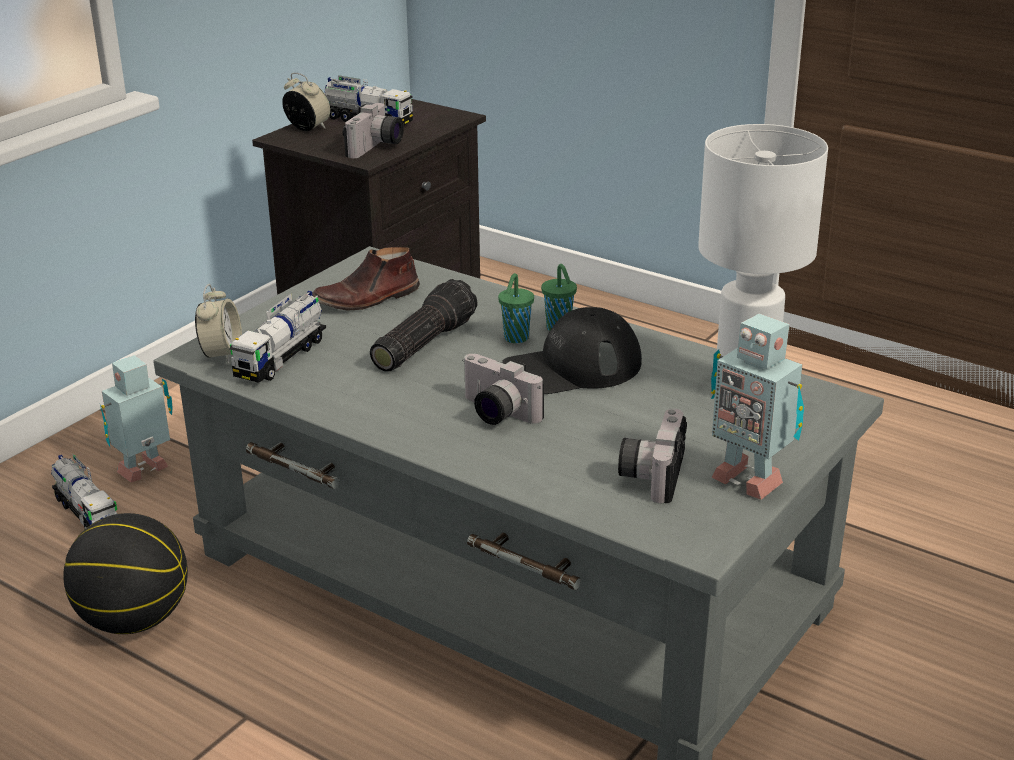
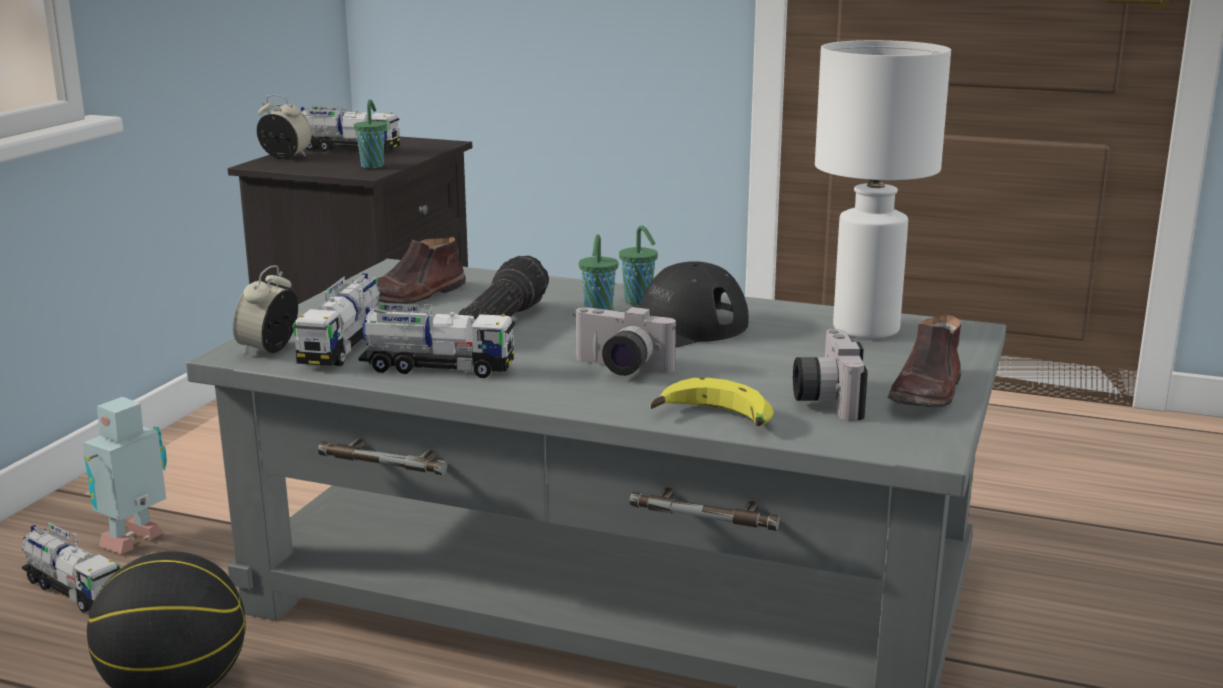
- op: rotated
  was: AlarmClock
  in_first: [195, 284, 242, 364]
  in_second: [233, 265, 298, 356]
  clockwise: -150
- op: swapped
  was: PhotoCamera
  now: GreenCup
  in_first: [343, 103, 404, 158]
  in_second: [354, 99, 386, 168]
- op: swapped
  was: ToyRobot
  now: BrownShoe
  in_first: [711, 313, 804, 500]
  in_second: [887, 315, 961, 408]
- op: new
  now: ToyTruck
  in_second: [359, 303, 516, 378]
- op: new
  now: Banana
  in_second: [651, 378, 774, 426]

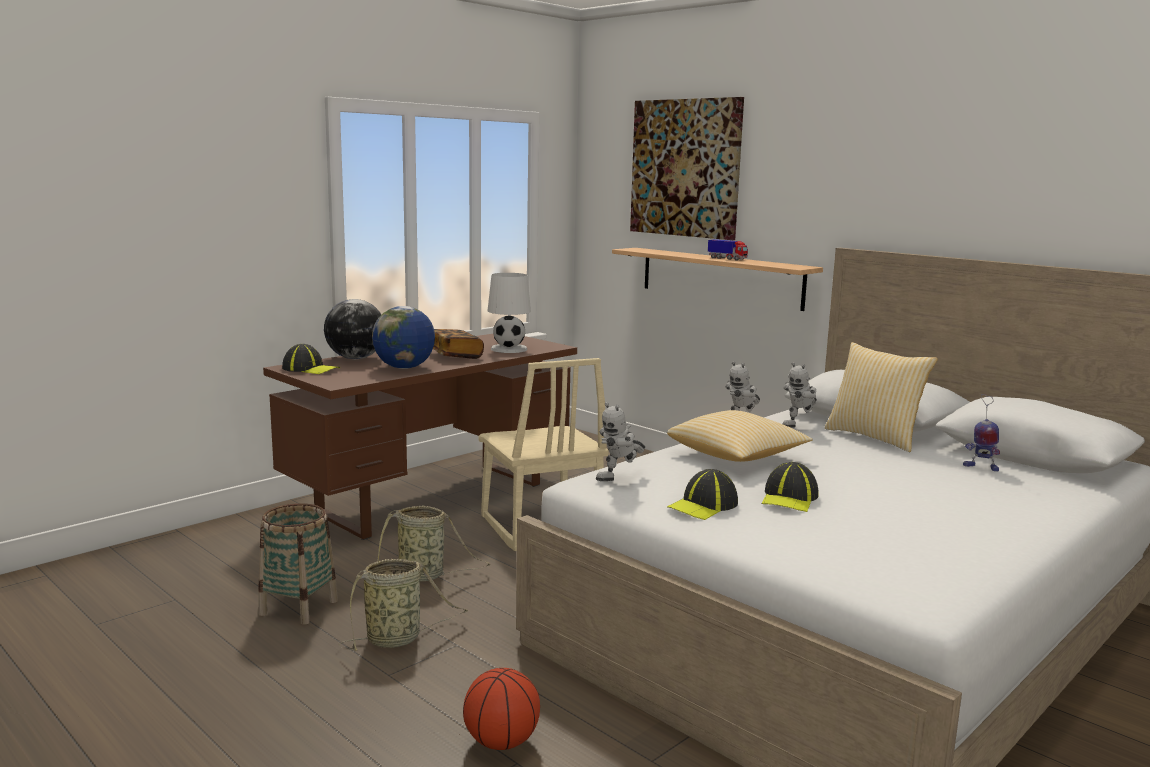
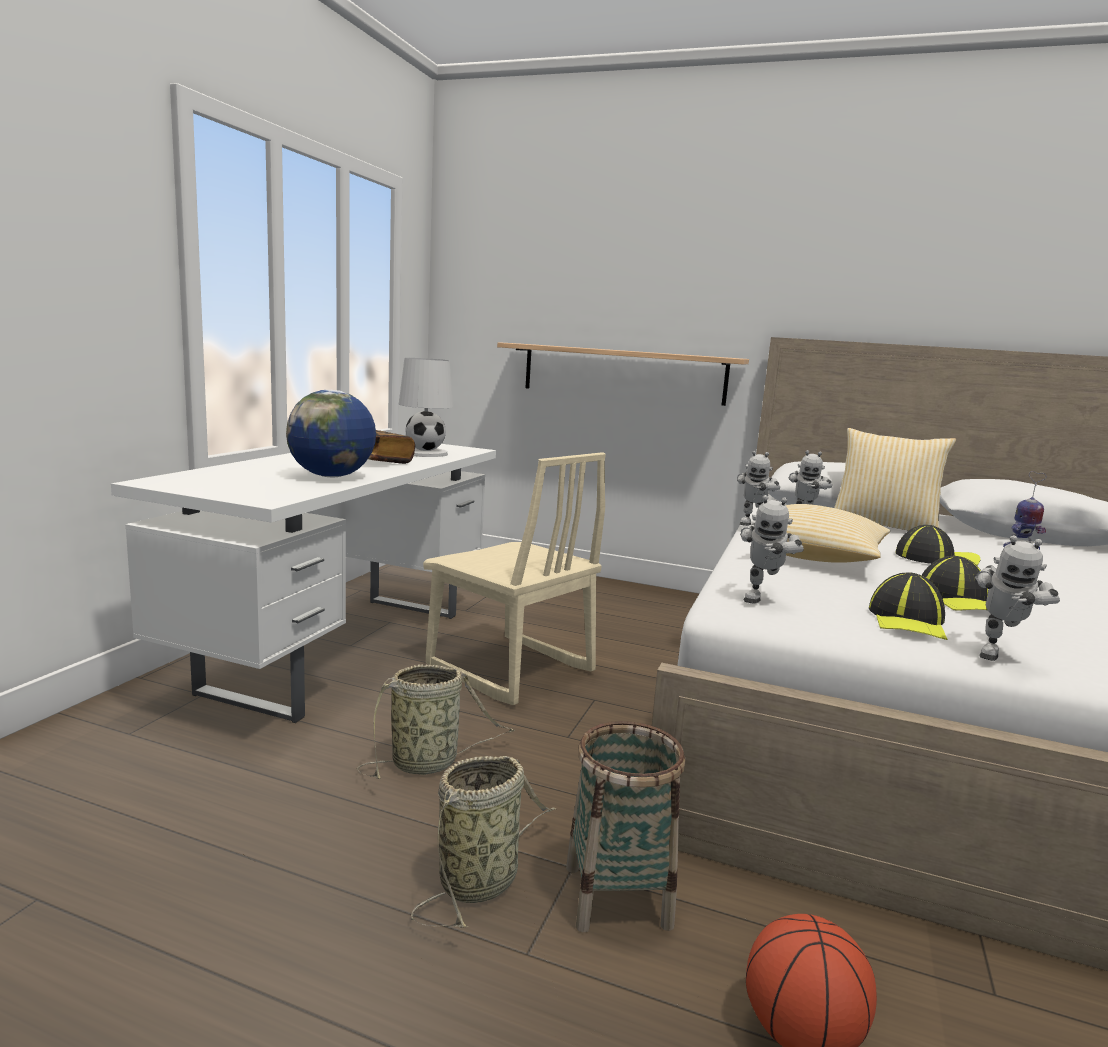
- op: shifted
  was: Basket
  in_first: [258, 503, 338, 625]
  in_second: [566, 721, 686, 933]
- op: repainted
  was: BrownDesk
  now: WhiteDesk
  in_first: [263, 334, 577, 540]
  in_second: [111, 444, 496, 723]
- op: shifted
  was: Cap
  in_first: [282, 344, 340, 374]
  in_second: [895, 525, 980, 565]
- op: gone
  was: Globe
  in_first: [324, 299, 381, 359]
- op: gone
  was: Picture
  in_first: [630, 97, 744, 240]
- op: gone
  was: ToyTruck
  in_first: [708, 239, 748, 261]
- op: new
  now: ToyRobot
  in_second: [975, 535, 1060, 661]

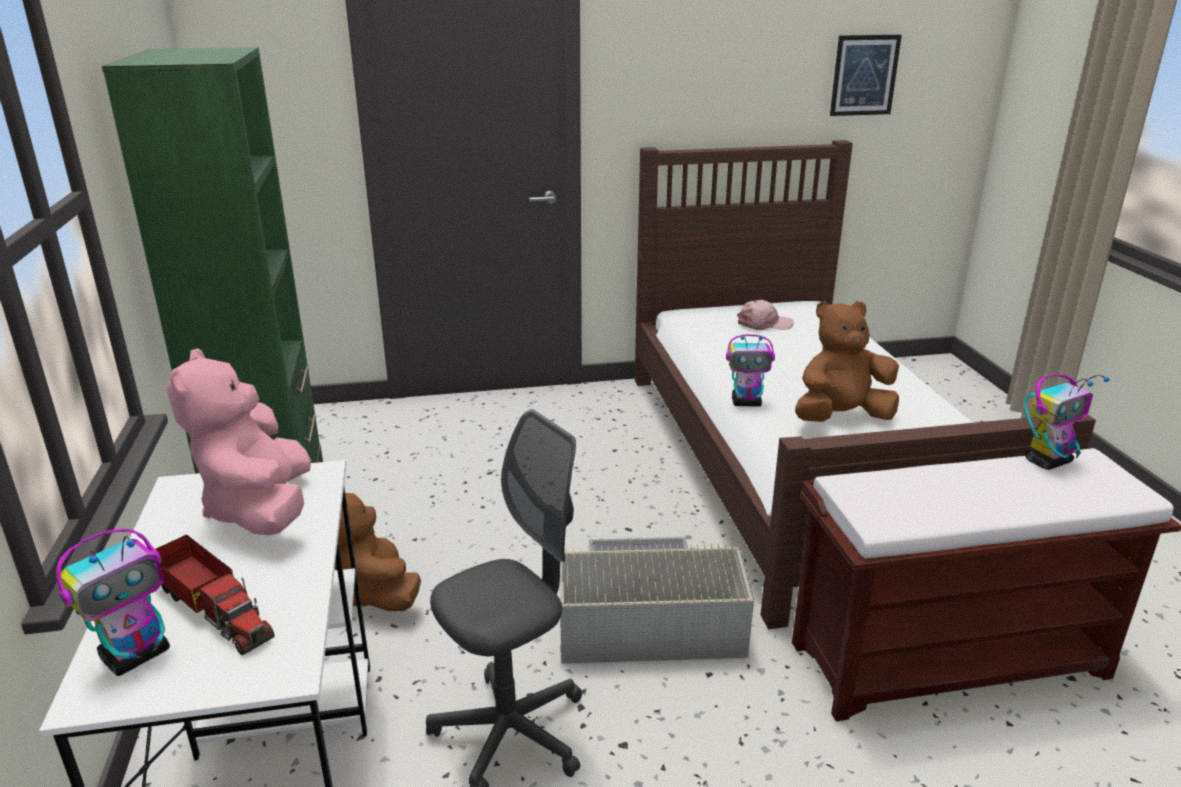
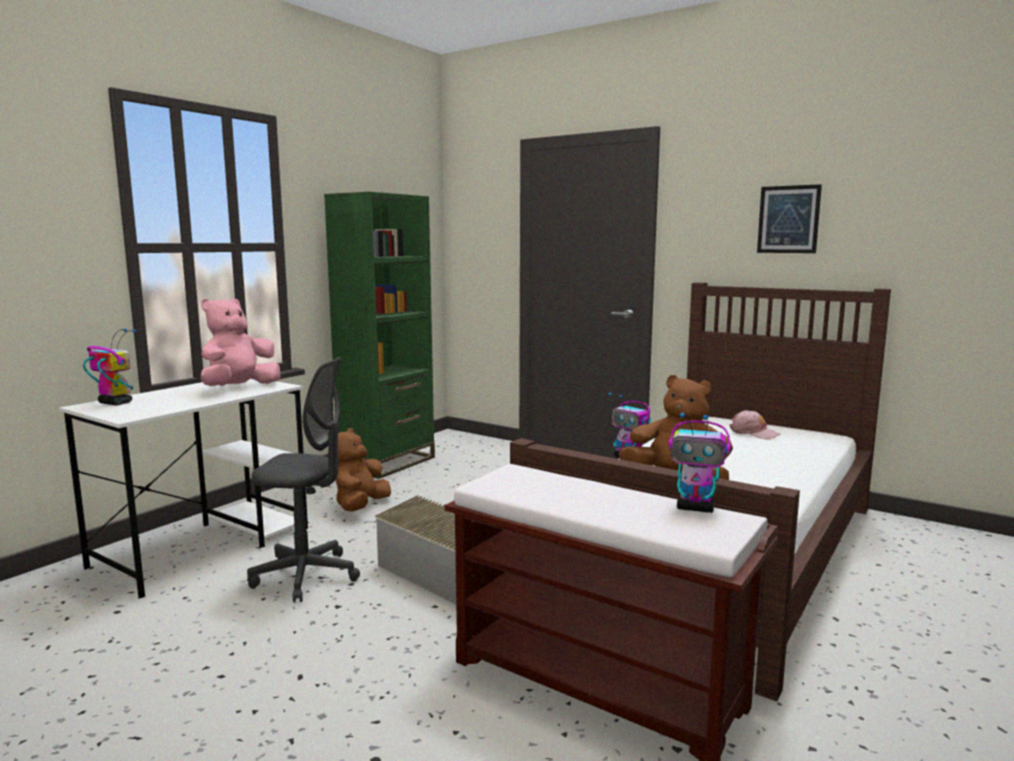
- op: rotated
  was: ToyRobot
  in_first: [56, 529, 170, 676]
  in_second: [83, 328, 136, 405]
  clockwise: -150
- op: gone
  was: ToyTruck
  in_first: [156, 534, 275, 655]
- op: shifted
  was: Picture
  in_first: [830, 35, 902, 116]
  in_second: [757, 184, 822, 253]

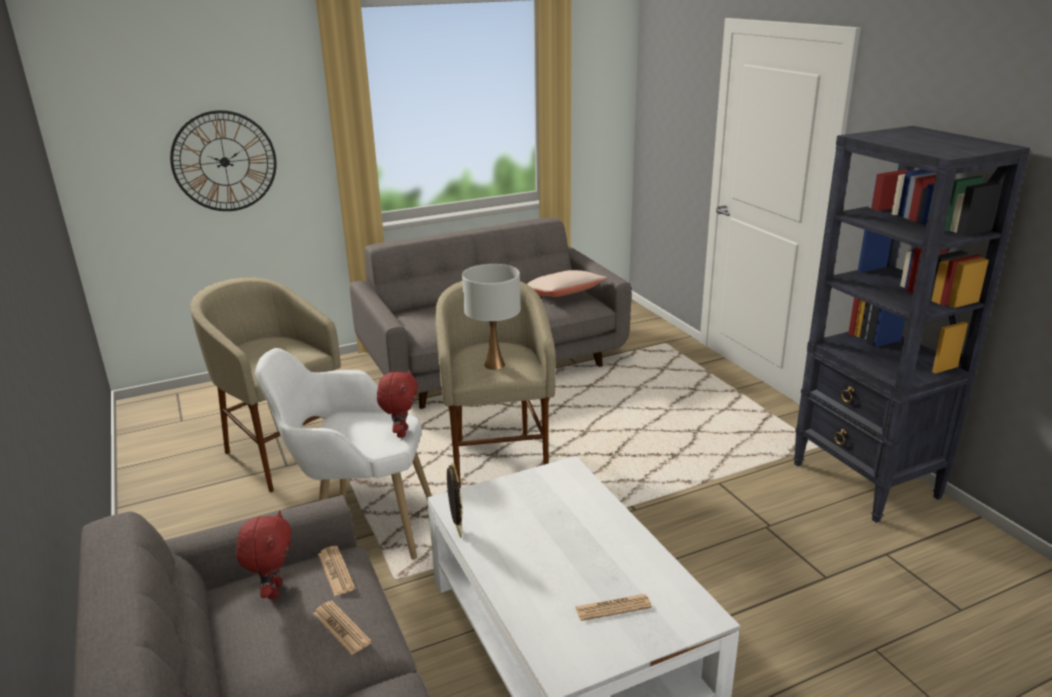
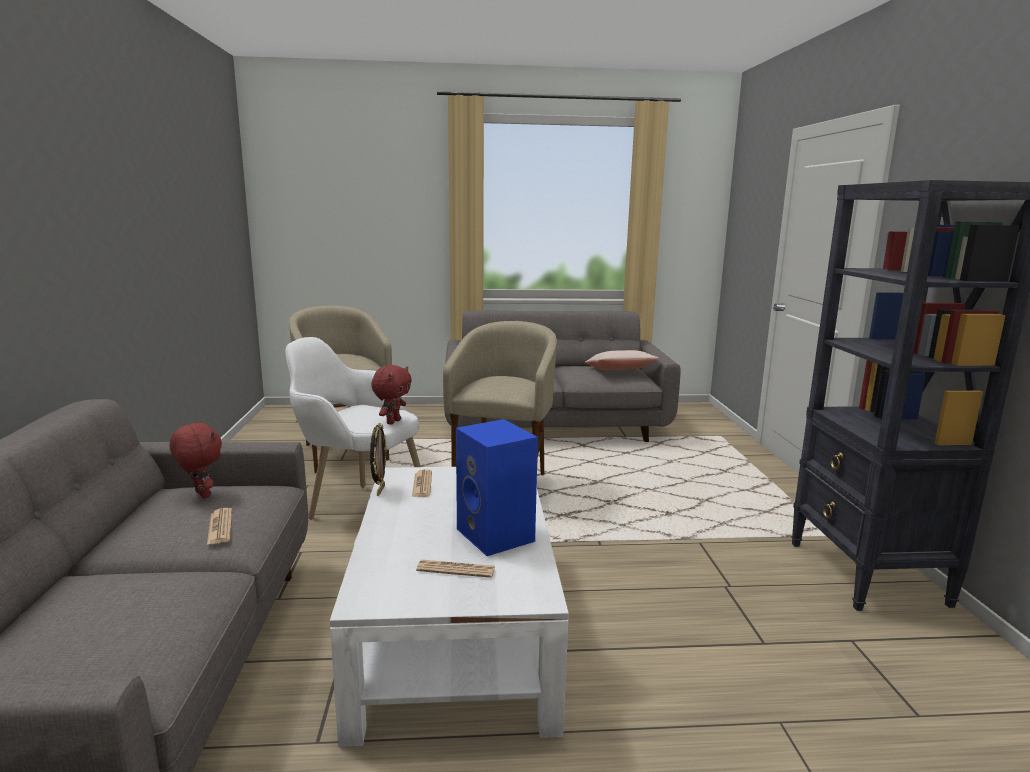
- op: gone
  was: WallClock
  in_first: [170, 110, 276, 211]
- op: rotated
  was: RedPlushToy
  in_first: [236, 510, 292, 599]
  in_second: [169, 421, 222, 498]
  clockwise: -60
- op: shifted
  was: Newspaper
  in_first: [318, 546, 355, 596]
  in_second: [412, 469, 432, 497]
- op: gone
  was: WhiteTableLamp
  in_first: [462, 264, 521, 370]
- op: new
  now: BlueSpeaker
  in_second: [456, 419, 538, 556]

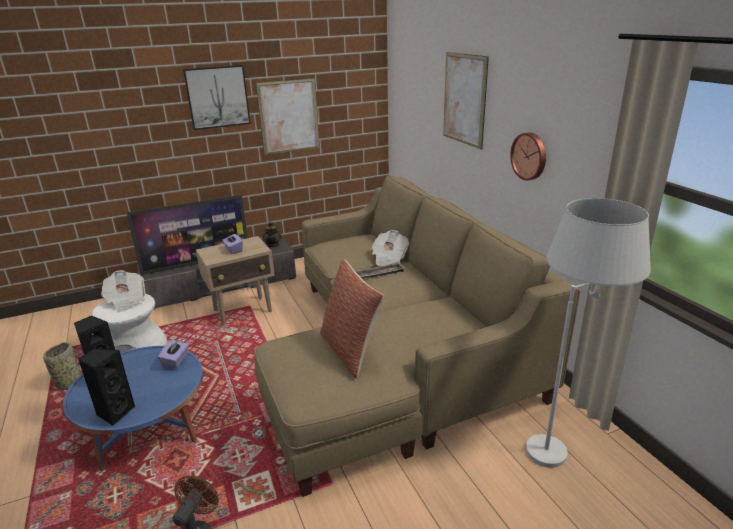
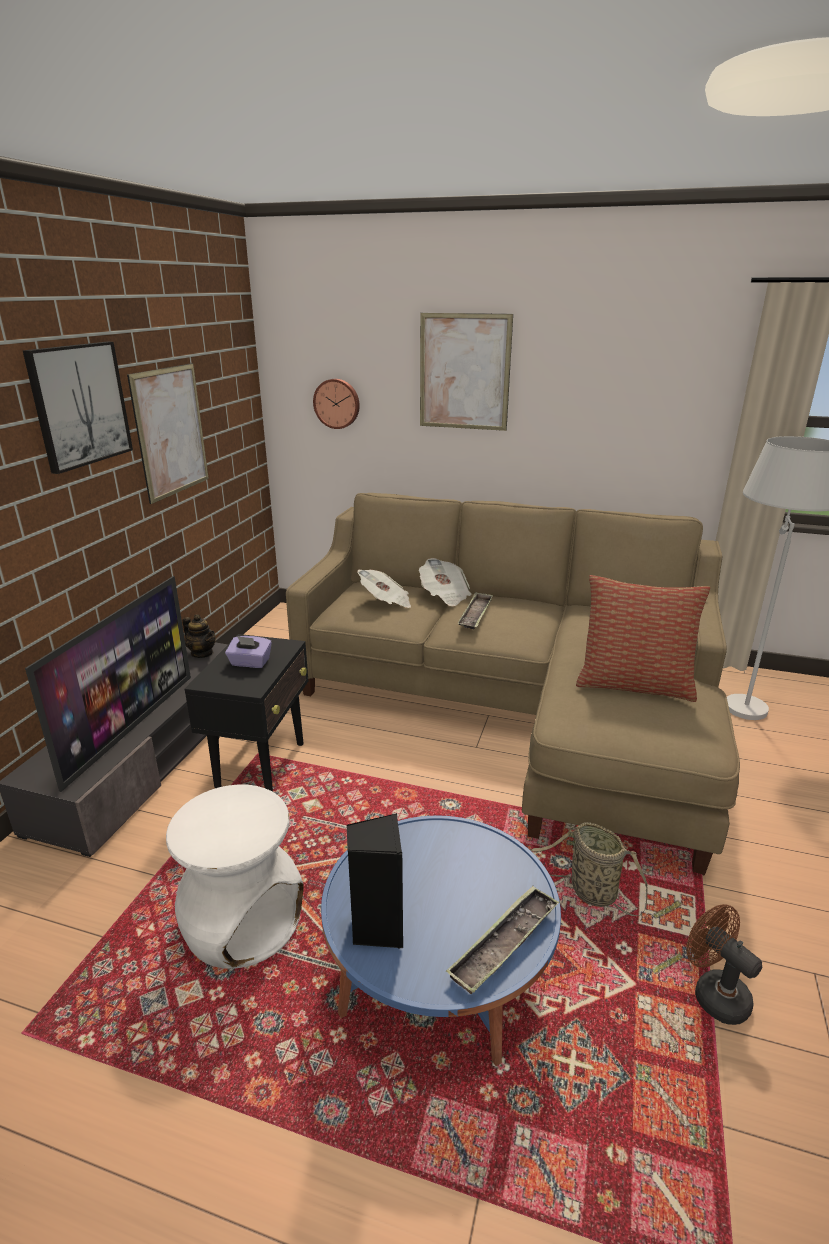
- op: shifted
  was: Basket
  in_first: [43, 342, 84, 400]
  in_second: [529, 822, 648, 916]
- op: swapped
  was: BlackSpeaker
  now: Tray
  in_first: [78, 347, 135, 426]
  in_second: [446, 886, 559, 994]
- op: shifted
  was: Newspaper
  in_first: [101, 270, 145, 312]
  in_second: [357, 570, 411, 608]
- op: gone
  was: PurpleTissueBox
  in_first: [158, 340, 189, 368]
- op: repainted
  was: BeigeSideTable
  now: BlackSideTable
  in_first: [196, 236, 275, 325]
  in_second: [185, 634, 308, 792]
- op: shifted
  was: WallClock
  in_first: [510, 132, 546, 181]
  in_second: [313, 379, 360, 429]

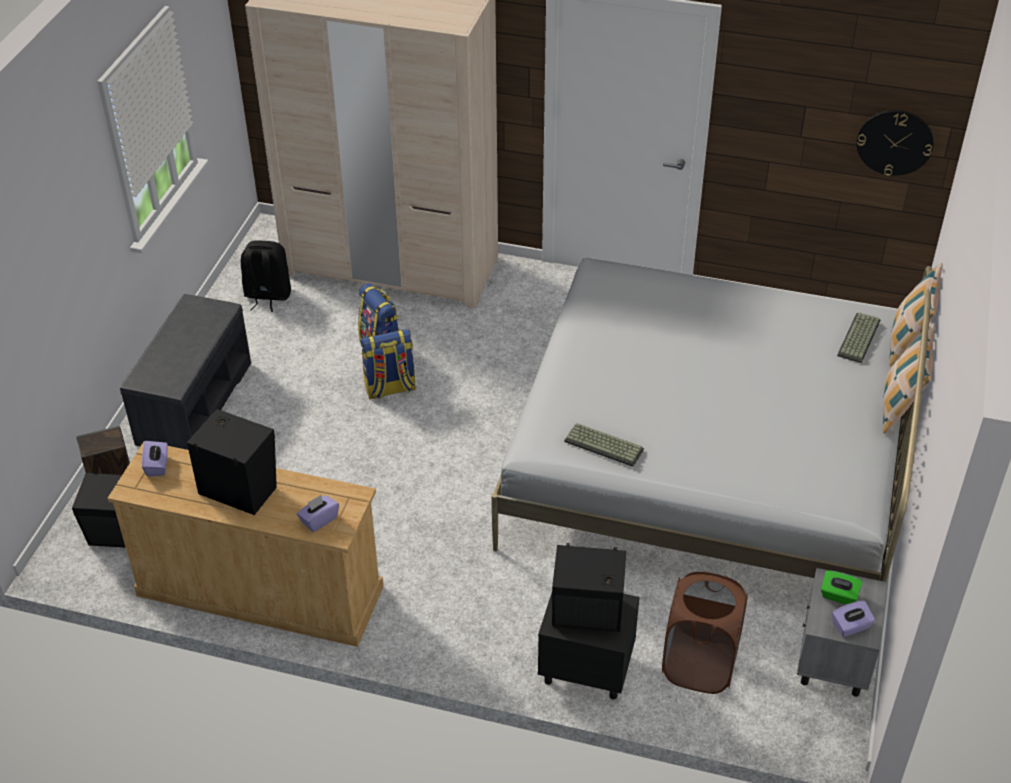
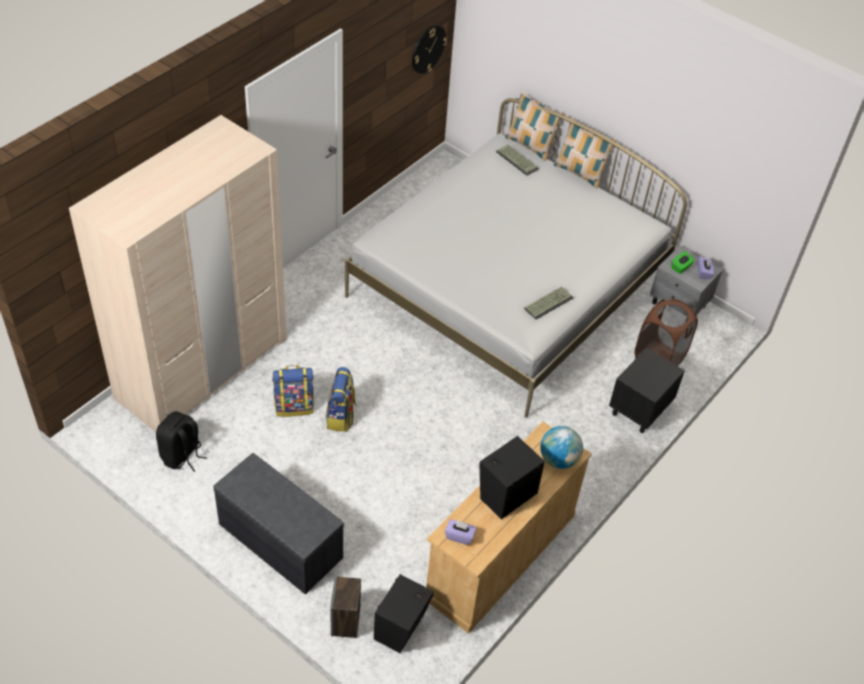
- op: swapped
  was: PurpleTissueBox
  now: Globe
  in_first: [297, 495, 339, 532]
  in_second: [540, 426, 583, 469]
- op: gone
  was: BlackSpeaker
  in_first: [552, 543, 626, 632]

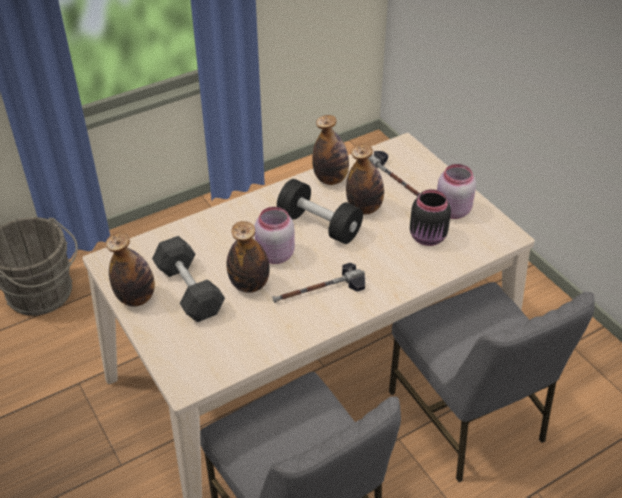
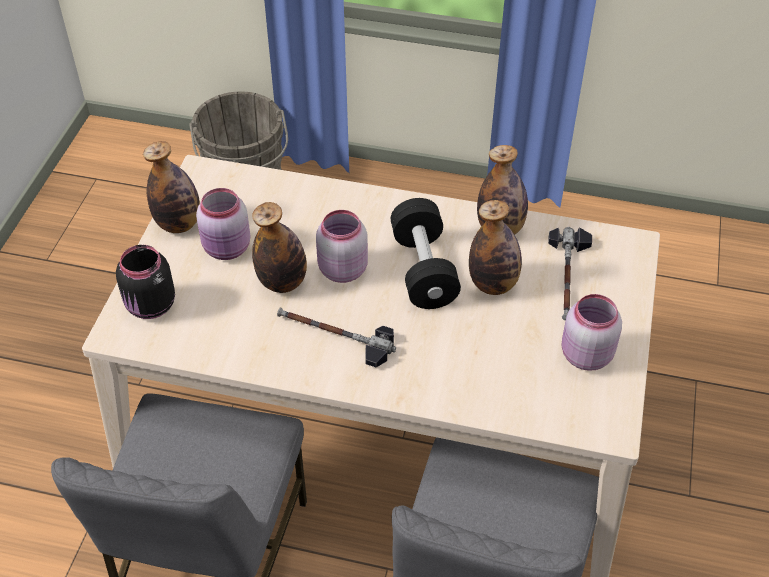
- op: swapped
  was: GreyDumbbell
  now: PinkJar
  in_first: [152, 236, 225, 322]
  in_second: [196, 188, 251, 260]
- op: shifted
  was: BlackJar
  in_first: [410, 189, 451, 246]
  in_second: [116, 245, 175, 319]

